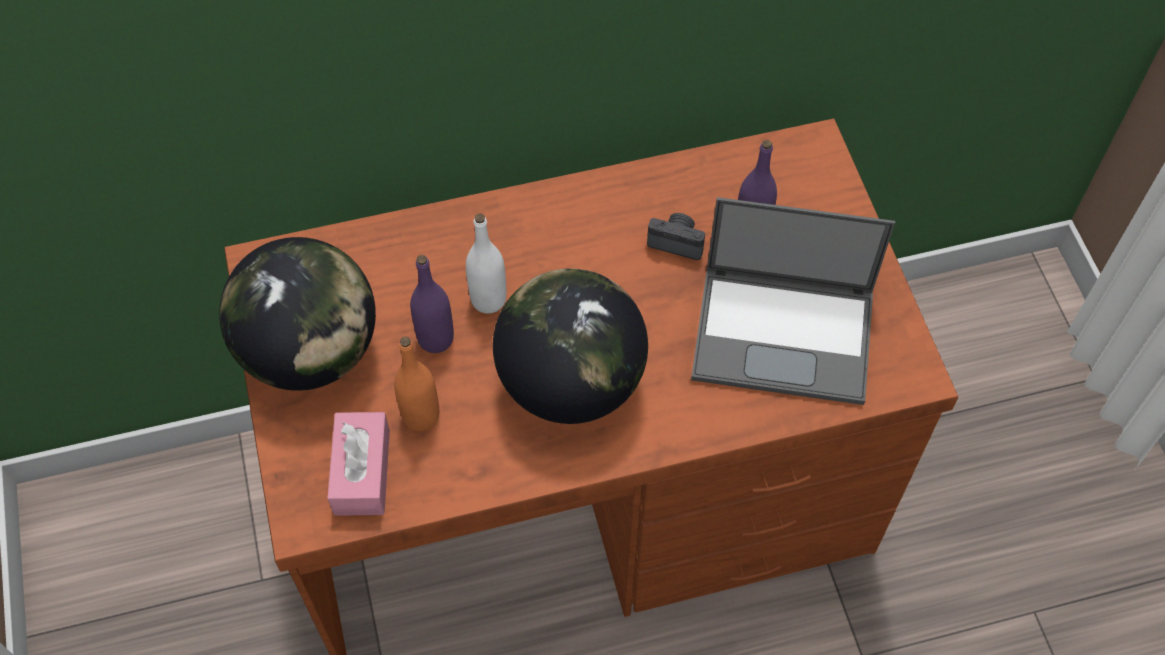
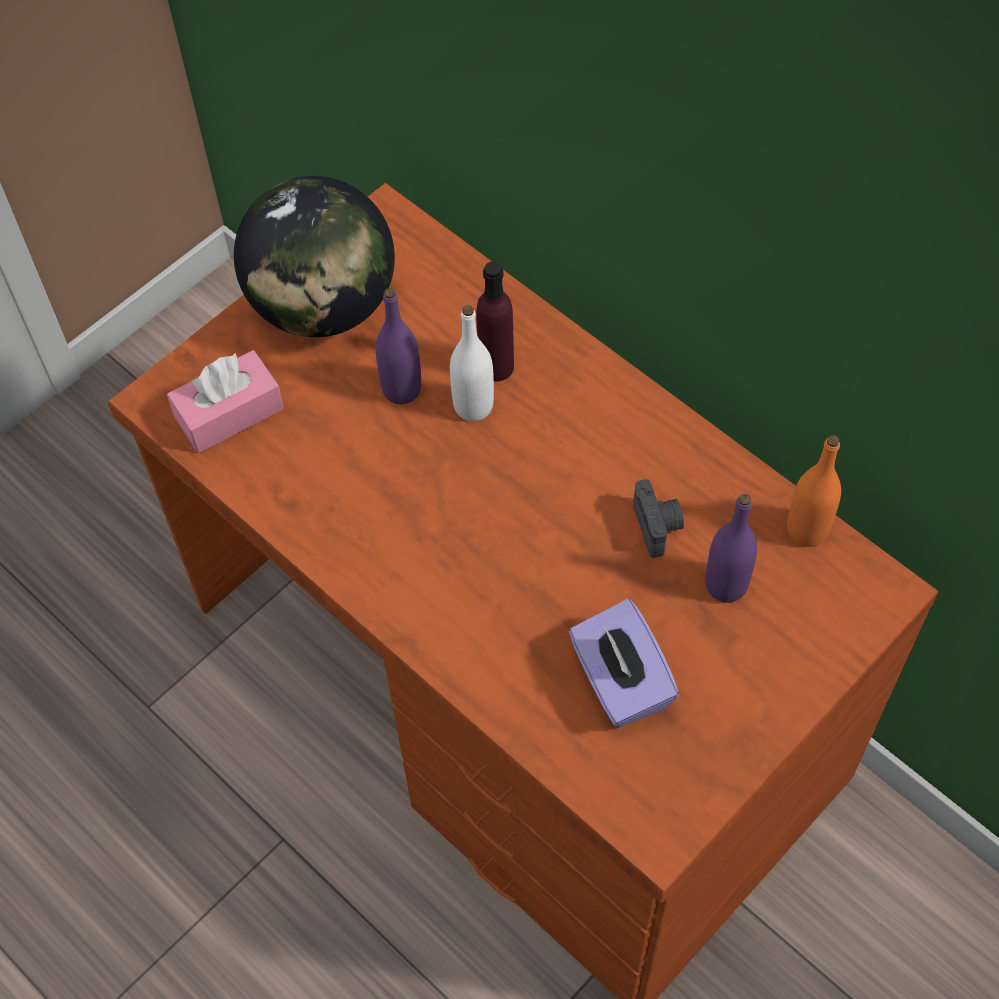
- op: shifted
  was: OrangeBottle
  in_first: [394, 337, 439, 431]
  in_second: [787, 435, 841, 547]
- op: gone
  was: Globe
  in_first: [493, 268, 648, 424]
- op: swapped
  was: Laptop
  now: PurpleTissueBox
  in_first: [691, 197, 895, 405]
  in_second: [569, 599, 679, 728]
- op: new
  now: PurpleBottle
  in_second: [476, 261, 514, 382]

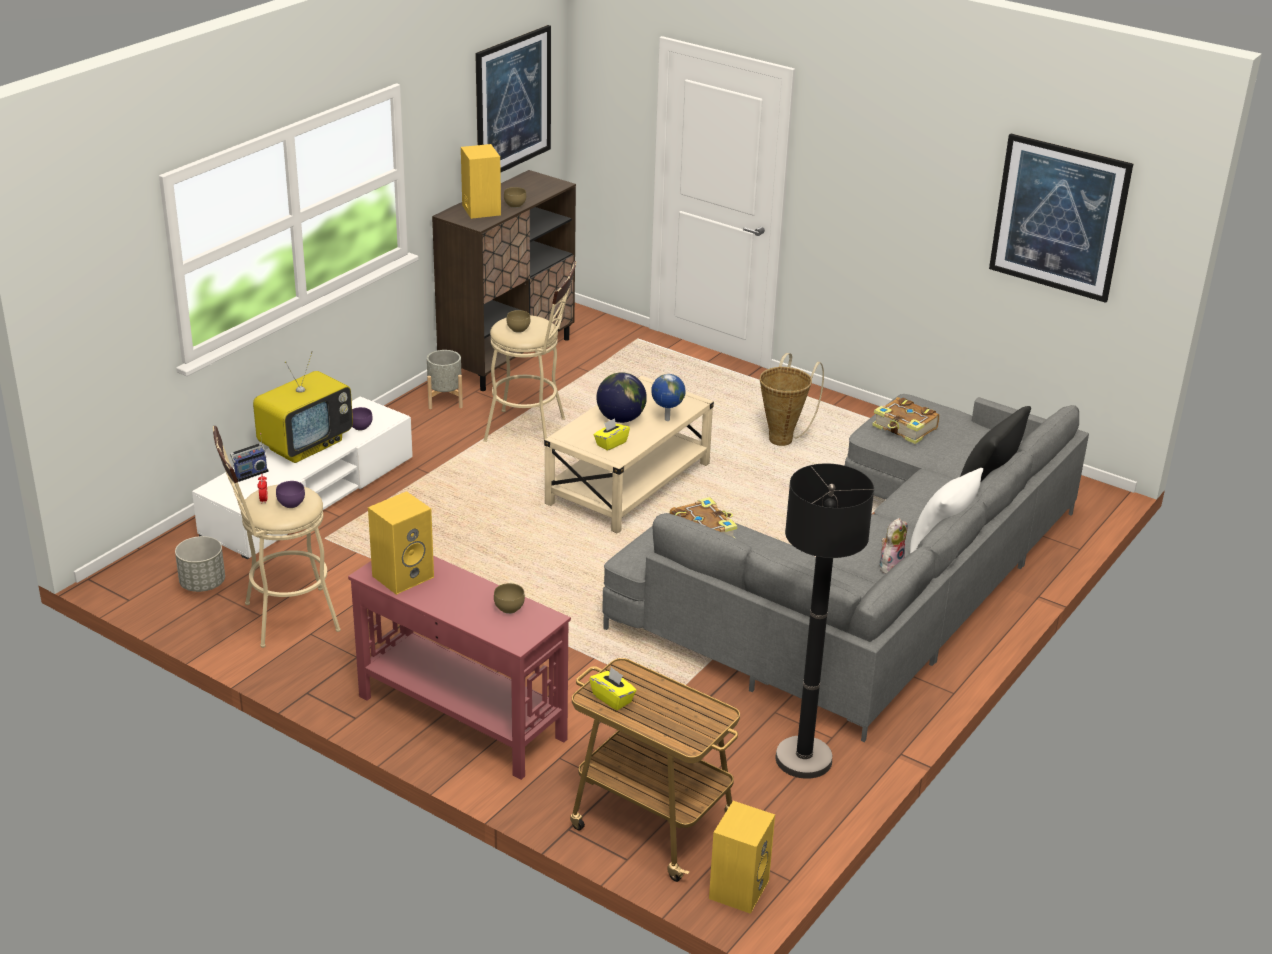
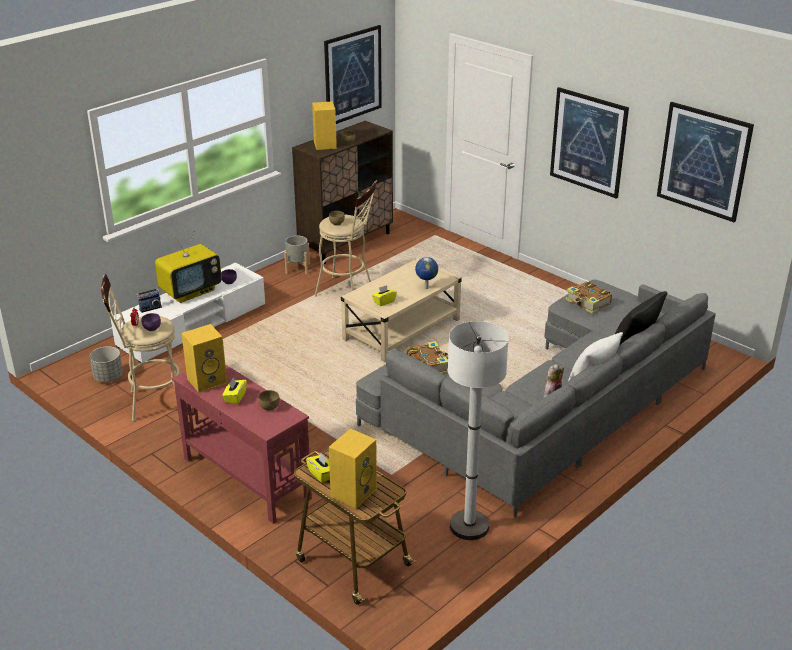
- op: gone
  was: Globe
  in_first: [596, 372, 647, 423]
- op: shifted
  was: YellowSpeaker
  in_first: [709, 801, 775, 914]
  in_second: [329, 429, 377, 509]
- op: gone
  was: Basket
  in_first: [760, 353, 824, 446]
- op: repainted
  was: BlackFloorLamp
  now: WhiteFloorLamp
  in_first: [775, 463, 874, 779]
  in_second: [448, 321, 509, 540]
- op: new
  now: YellowTissueBox
  in_second: [222, 377, 247, 404]
- op: new
  now: Picture
  in_second: [550, 87, 629, 199]

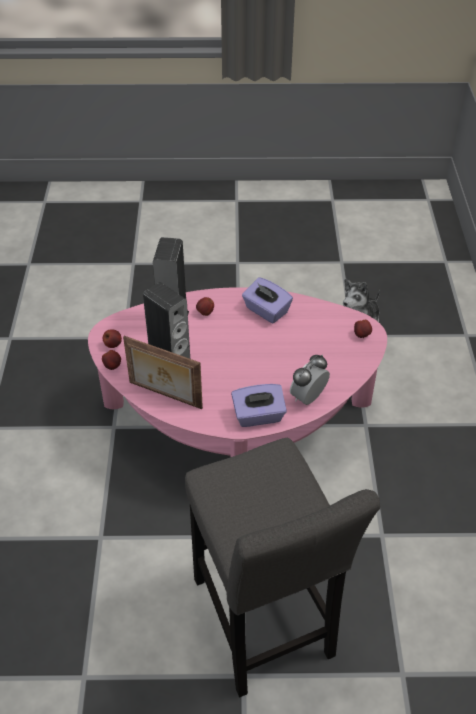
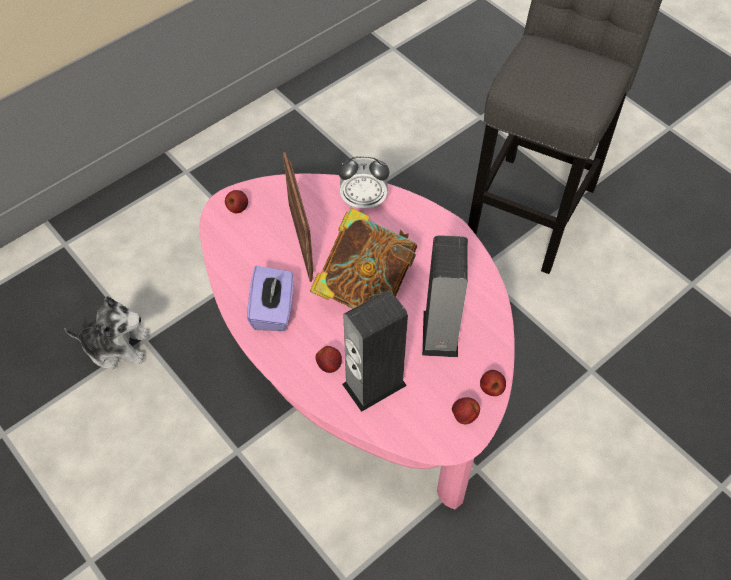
- op: shifted
  was: PictureFrame
  in_first: [123, 336, 203, 409]
  in_second: [283, 152, 313, 282]
- op: gone
  was: PurpleTissueBox
  in_first: [231, 384, 287, 427]
- op: new
  now: Book
  in_second: [310, 208, 417, 308]

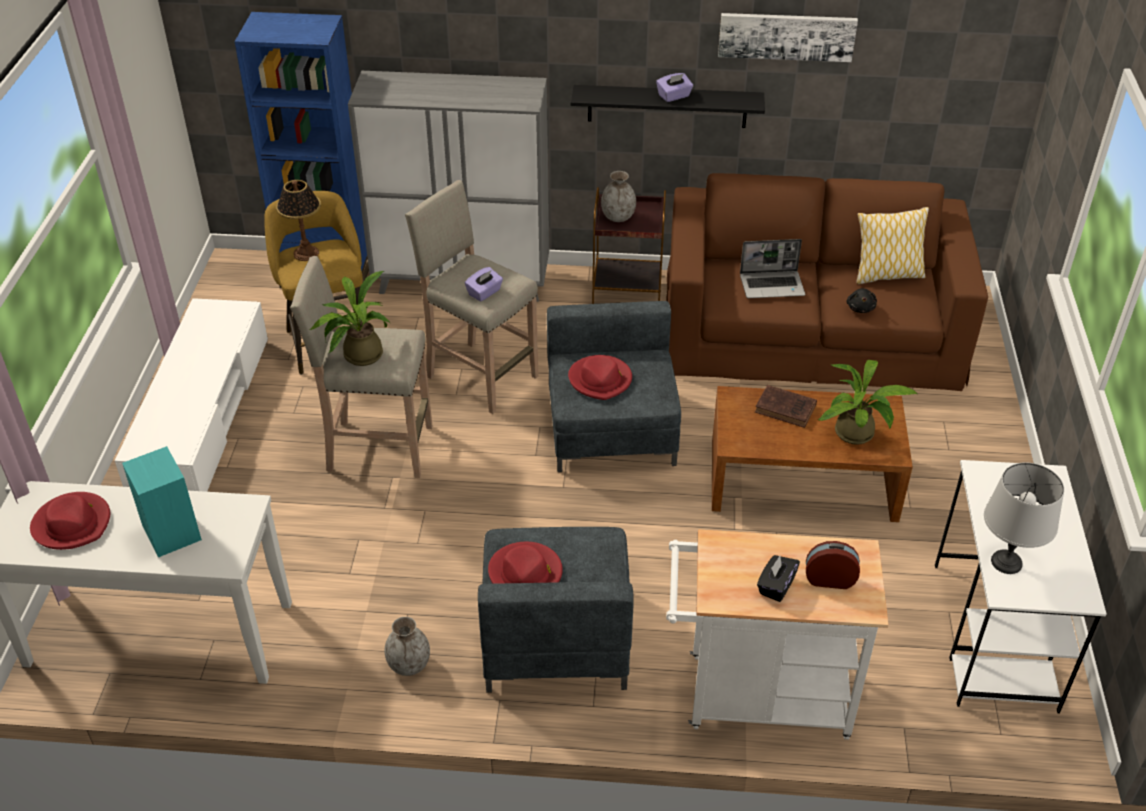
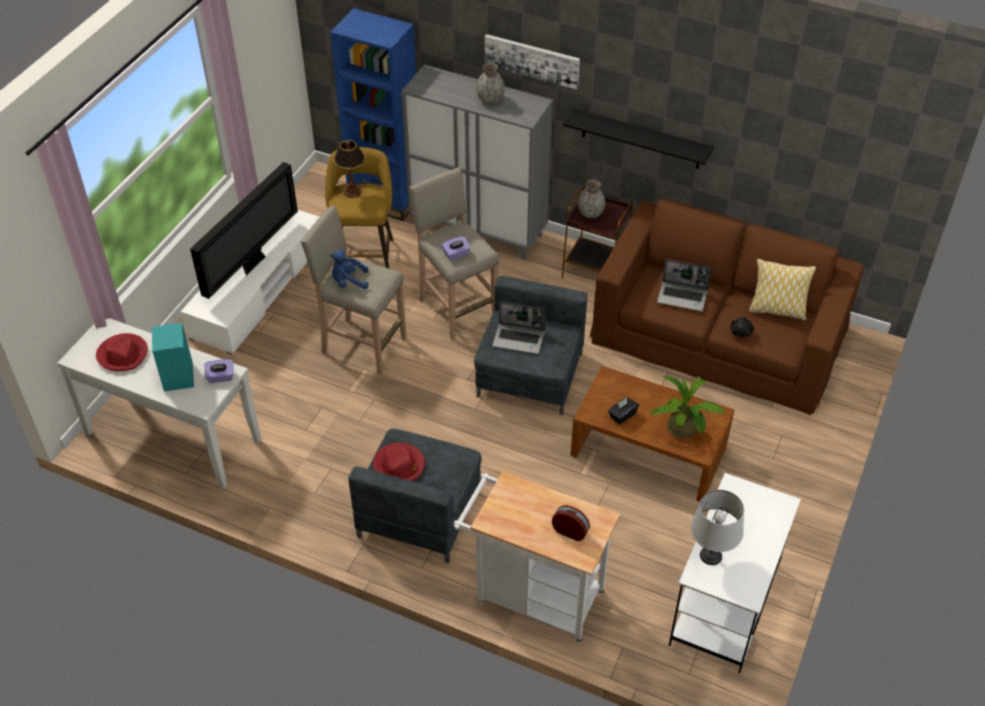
- op: swapped
  was: PottedPlant
  now: BluePlushToy
  in_first: [309, 271, 390, 366]
  in_second: [330, 250, 369, 289]
- op: shifted
  was: GreyVase
  in_first: [384, 617, 430, 676]
  in_second: [476, 63, 505, 104]
- op: swapped
  was: RedHat
  now: Laptop
  in_first: [568, 355, 632, 400]
  in_second: [492, 301, 546, 354]
- op: shifted
  was: PurpleTissueBox
  in_first: [656, 73, 693, 102]
  in_second: [204, 359, 233, 383]
- op: shifted
  was: Picture
  in_first: [718, 13, 858, 62]
  in_second: [485, 34, 580, 89]
- op: gone
  was: BrownBook
  in_first: [755, 385, 817, 428]
- op: shifted
  was: BlackTissueBox
  in_first: [757, 555, 800, 602]
  in_second: [608, 397, 639, 424]
- op: new
  now: Television
  in_second: [190, 162, 298, 299]

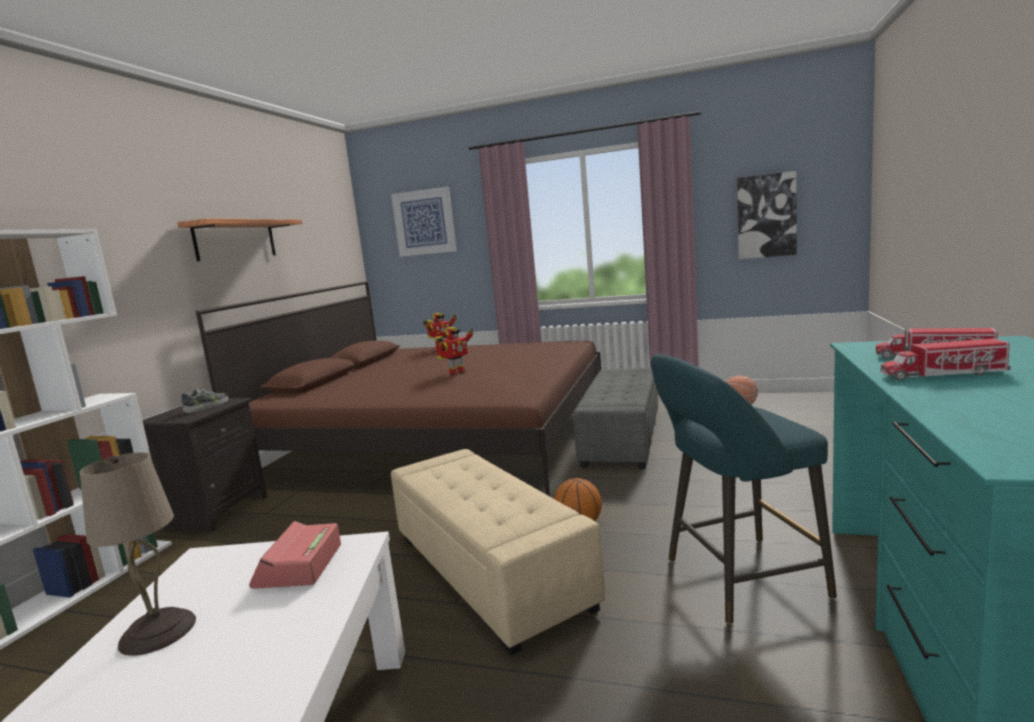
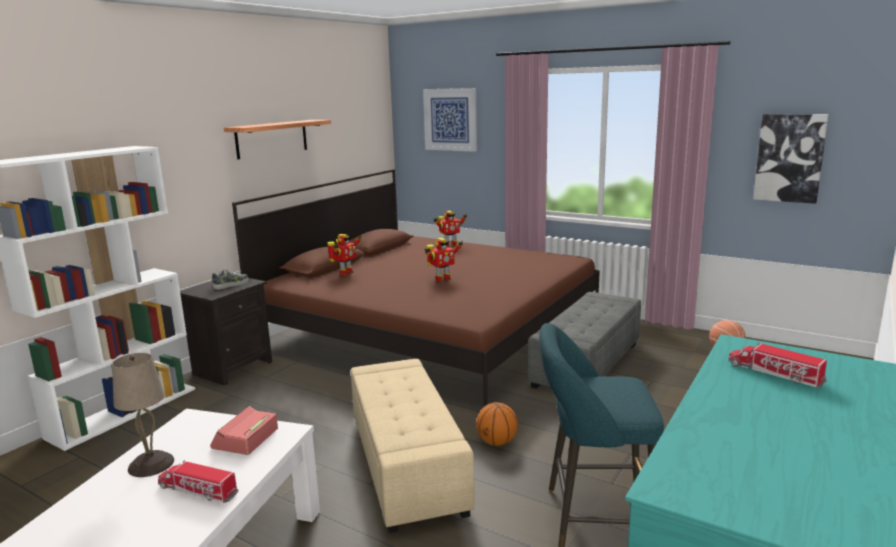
- op: shifted
  was: ToyTruck
  in_first: [880, 339, 1011, 381]
  in_second: [158, 460, 238, 503]
- op: new
  now: ToyRobot
  in_second: [327, 234, 362, 276]

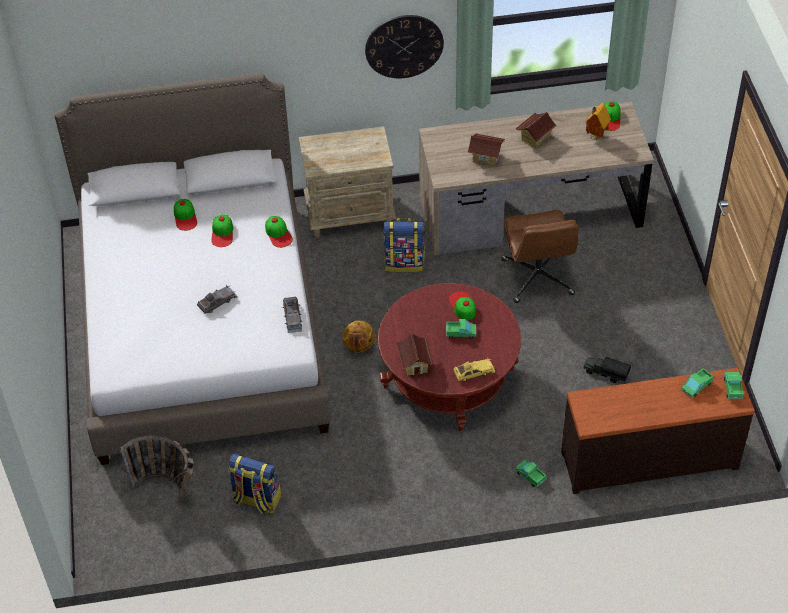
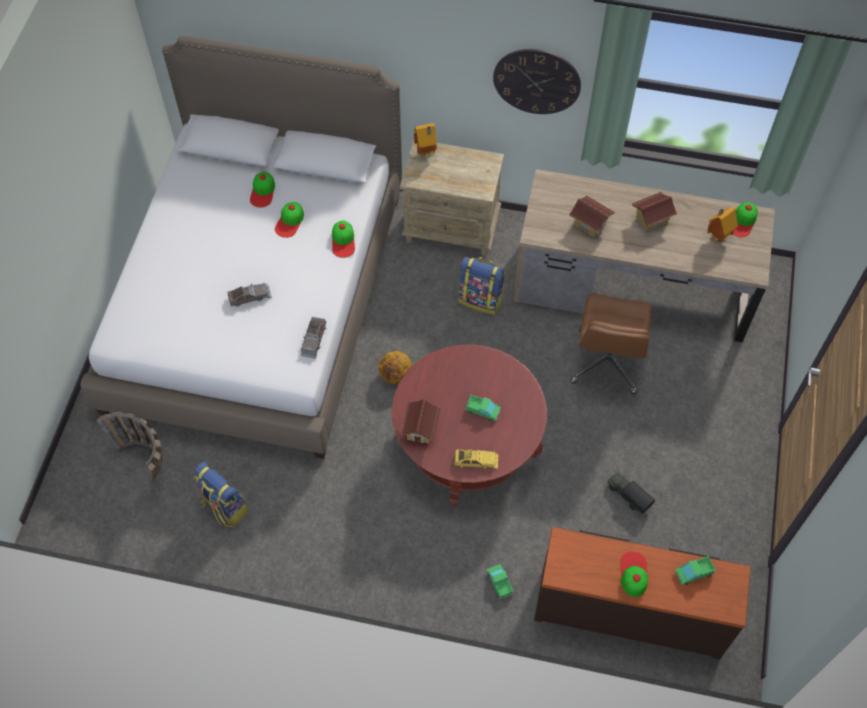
- op: shifted
  was: Cap
  in_first: [449, 291, 476, 320]
  in_second: [620, 551, 648, 597]
- op: gone
  was: ToyTruck
  in_first: [724, 372, 743, 399]
- op: new
  now: ToyHouse
  in_second: [414, 123, 437, 157]

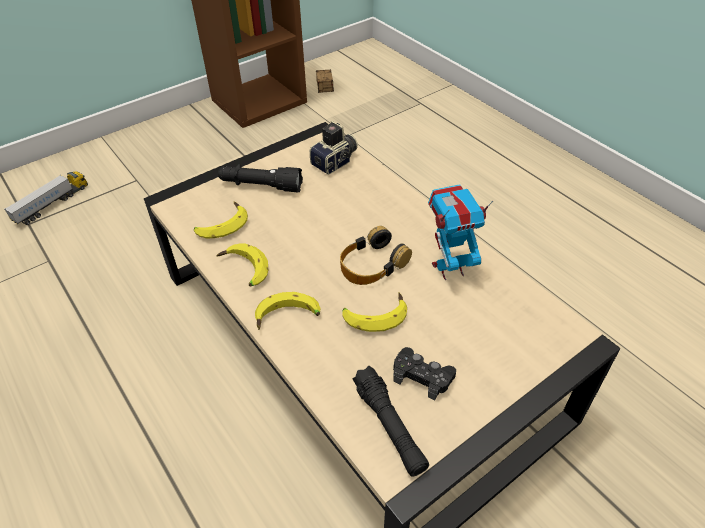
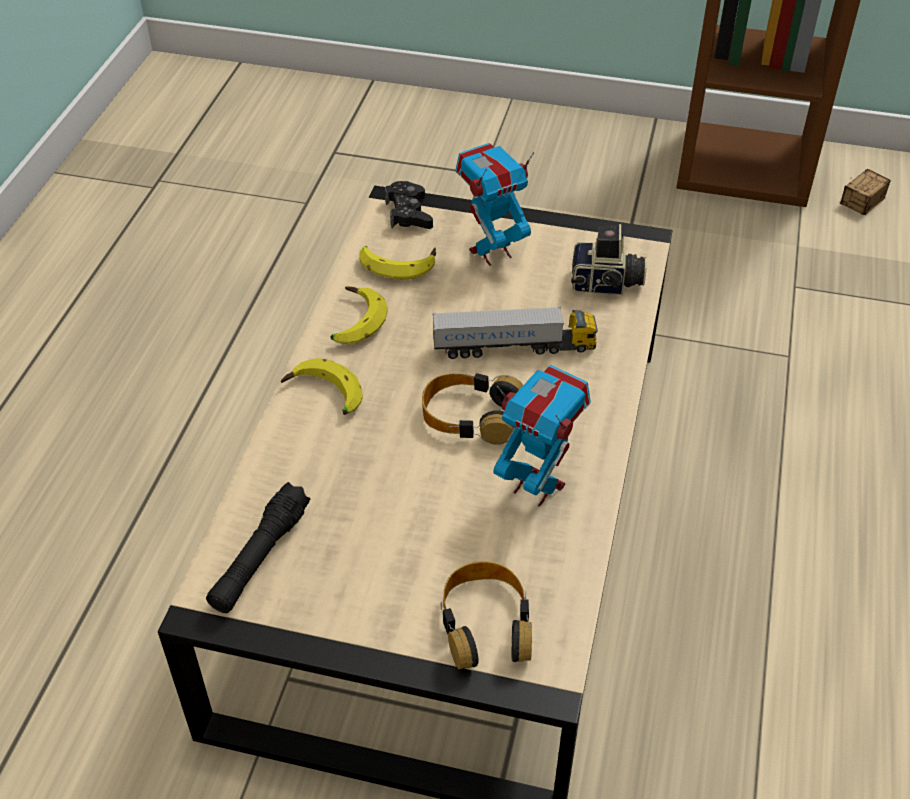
- op: shifted
  was: ToyTruck
  in_first: [4, 171, 88, 225]
  in_second: [433, 306, 598, 359]
- op: swapped
  was: BlackFlashlight
  now: ToyRobot
  in_first: [218, 164, 303, 192]
  in_second: [455, 143, 534, 266]
- op: gone
  was: Banana
  in_first: [342, 292, 407, 332]
- op: shifted
  was: BlackGameController
  in_first: [393, 347, 456, 400]
  in_second: [385, 181, 433, 229]
- op: new
  now: Headphones
  in_second: [441, 561, 532, 669]

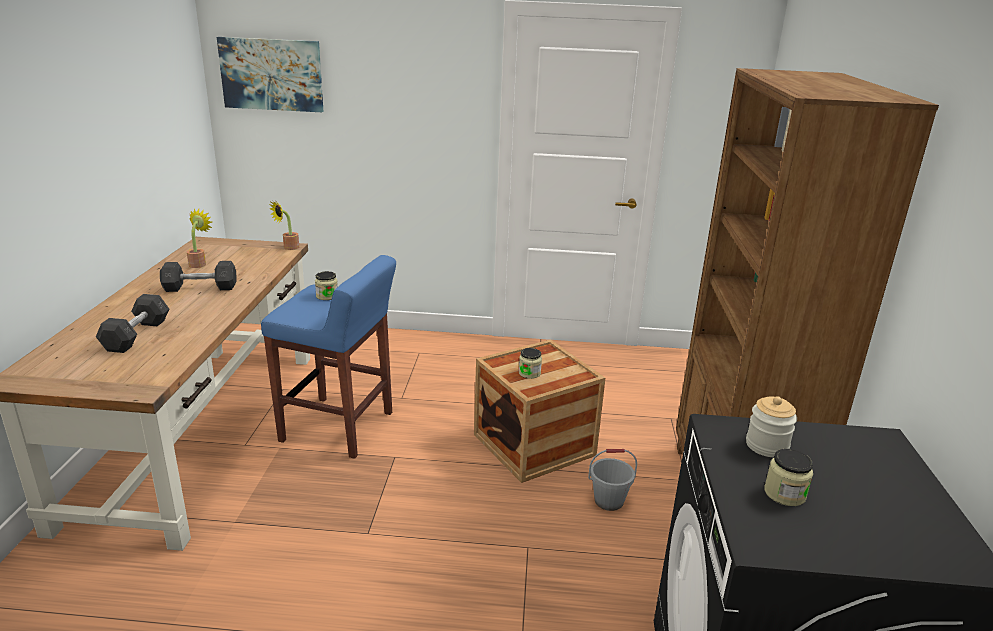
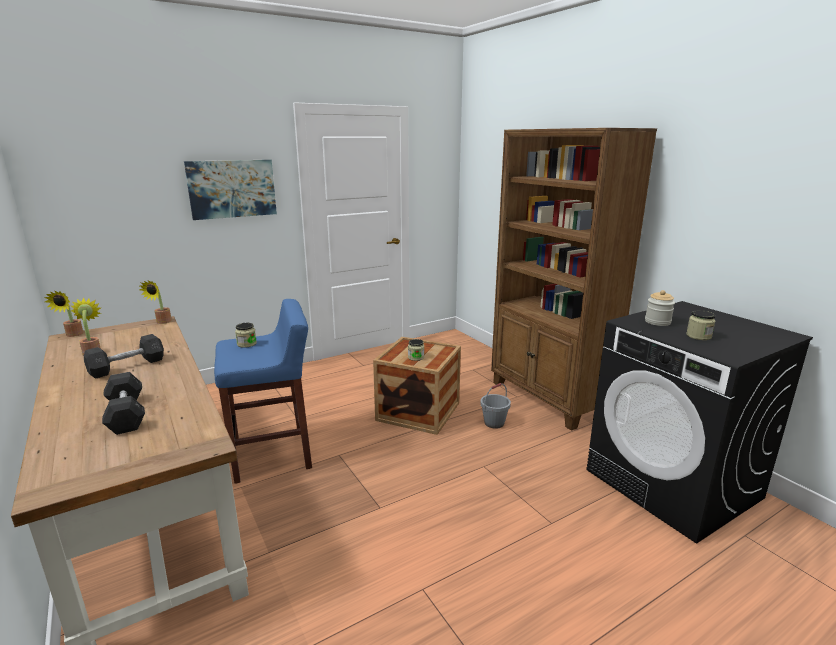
- op: shifted
  was: Picture
  in_first: [217, 37, 323, 112]
  in_second: [184, 160, 277, 220]
- op: new
  now: PottedPlant
  in_second: [44, 290, 84, 337]

